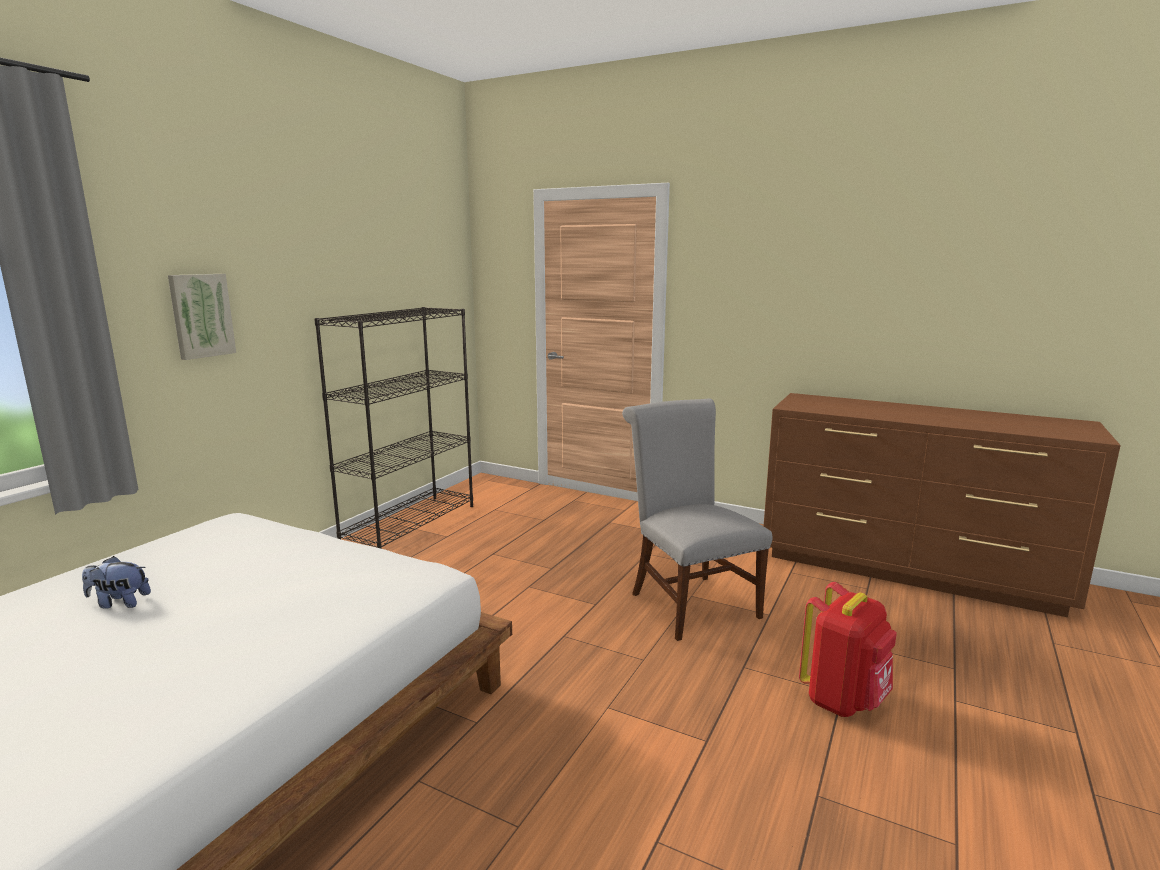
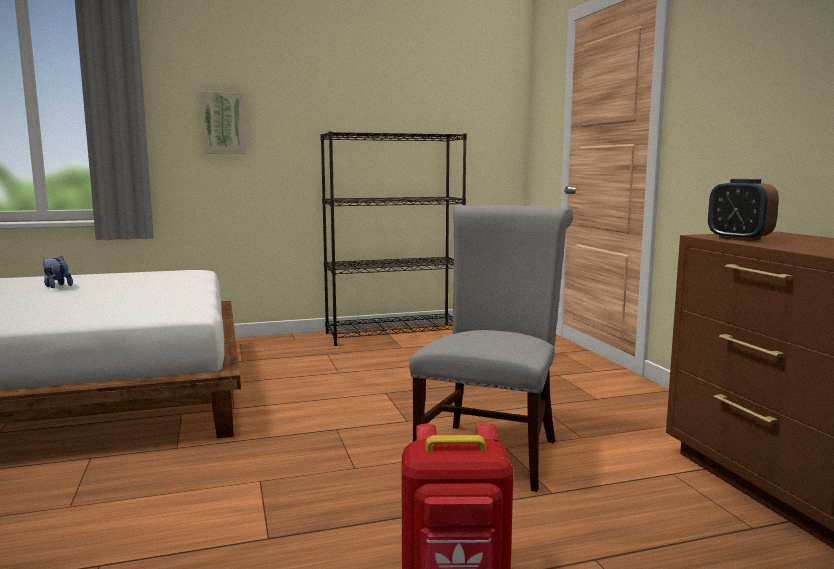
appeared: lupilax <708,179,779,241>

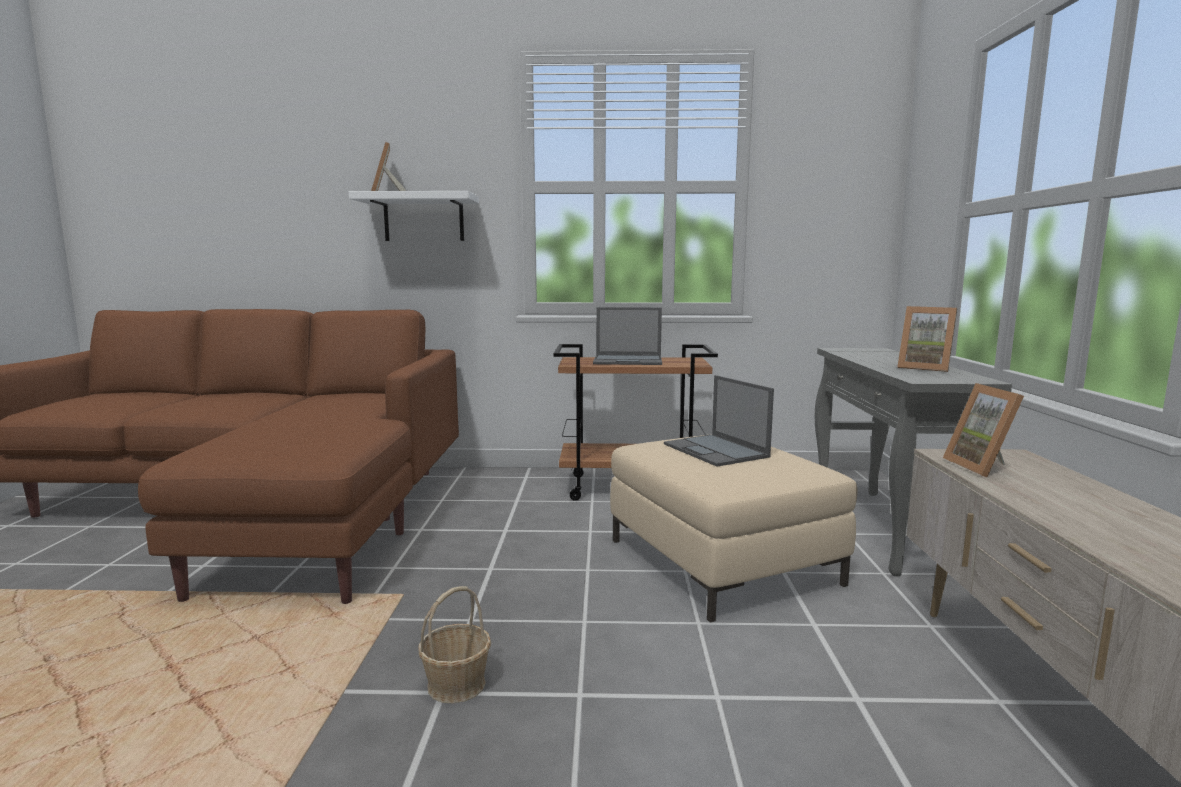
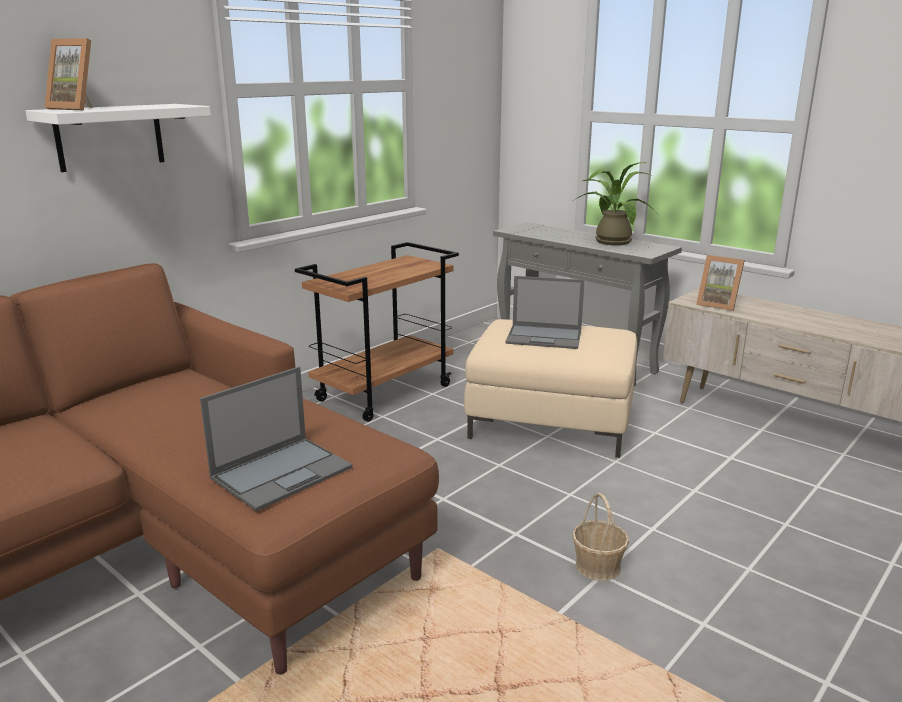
relocated: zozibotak <593,307,662,365> to <200,367,353,511>
exchanged: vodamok <897,306,957,372> to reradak <574,162,657,245>

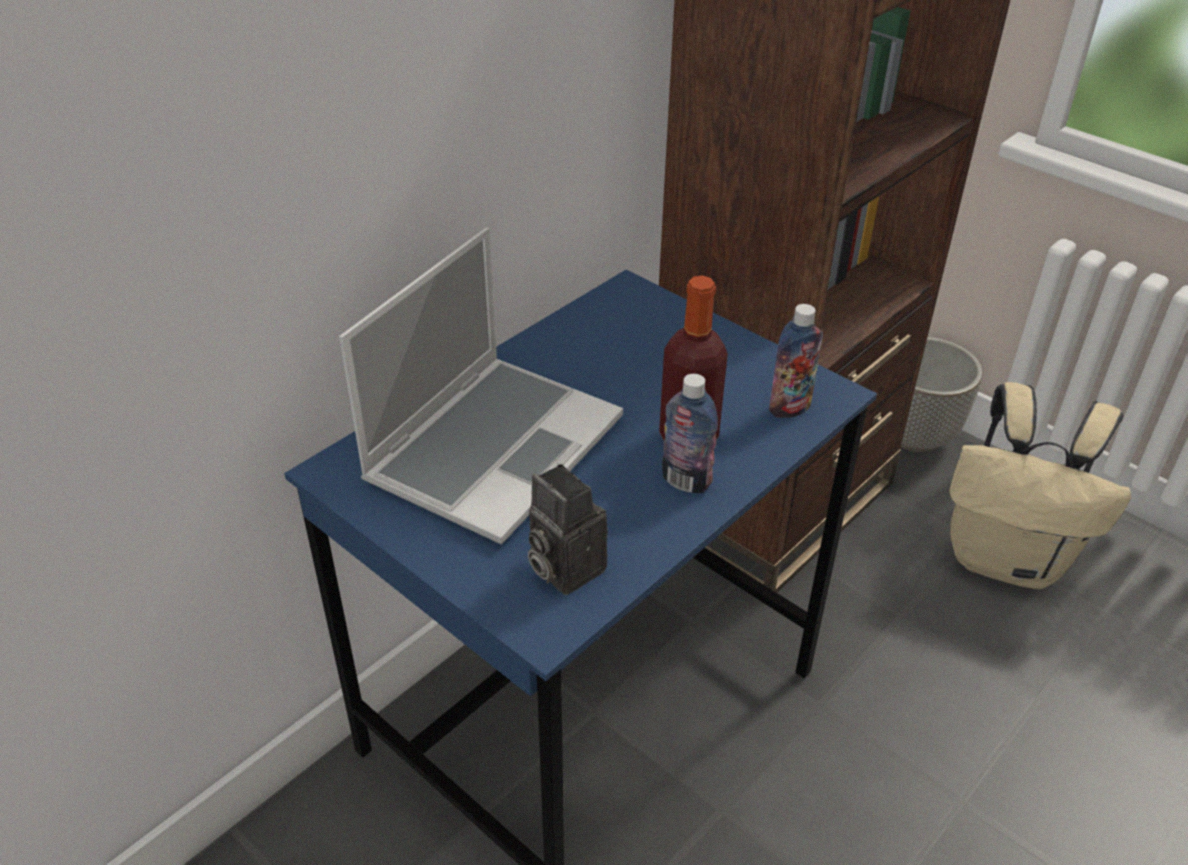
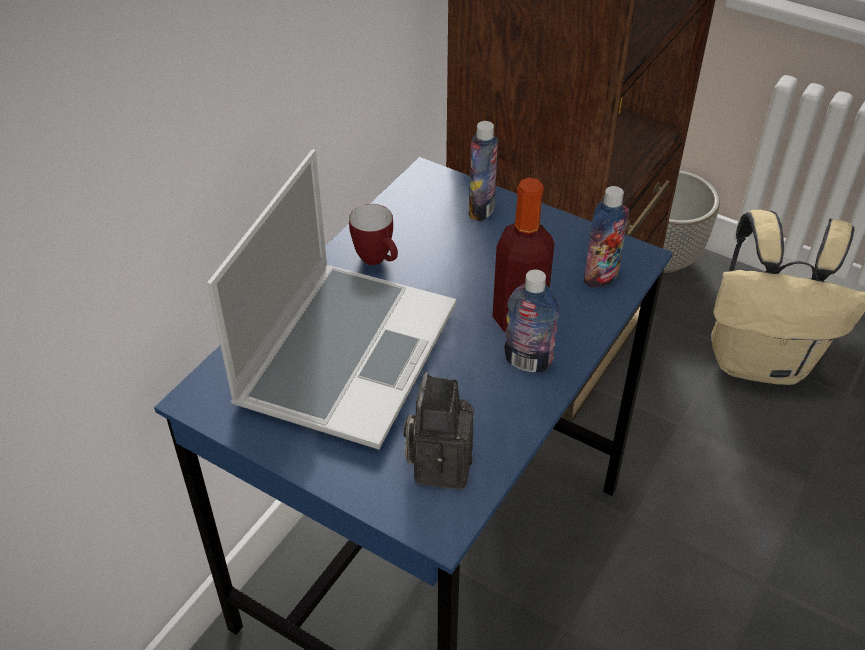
appeared: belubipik <349,204,398,265>; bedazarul <469,121,498,221>
spun: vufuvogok <528,464,608,595> = <403,372,474,490> 60 degrees clockwise

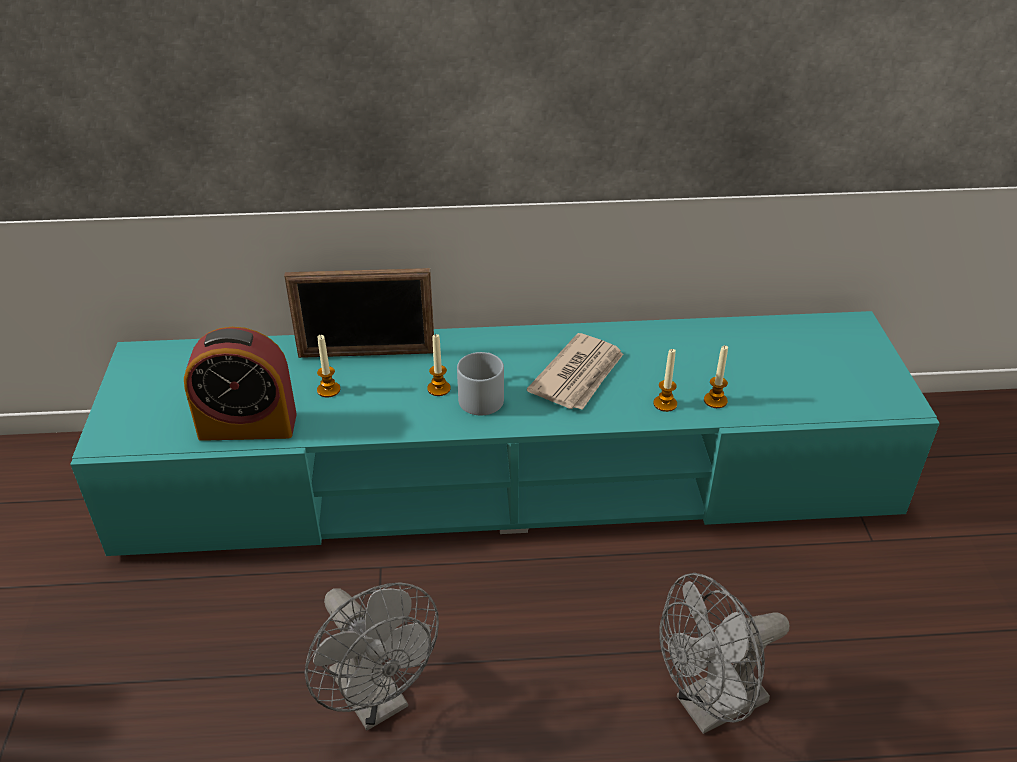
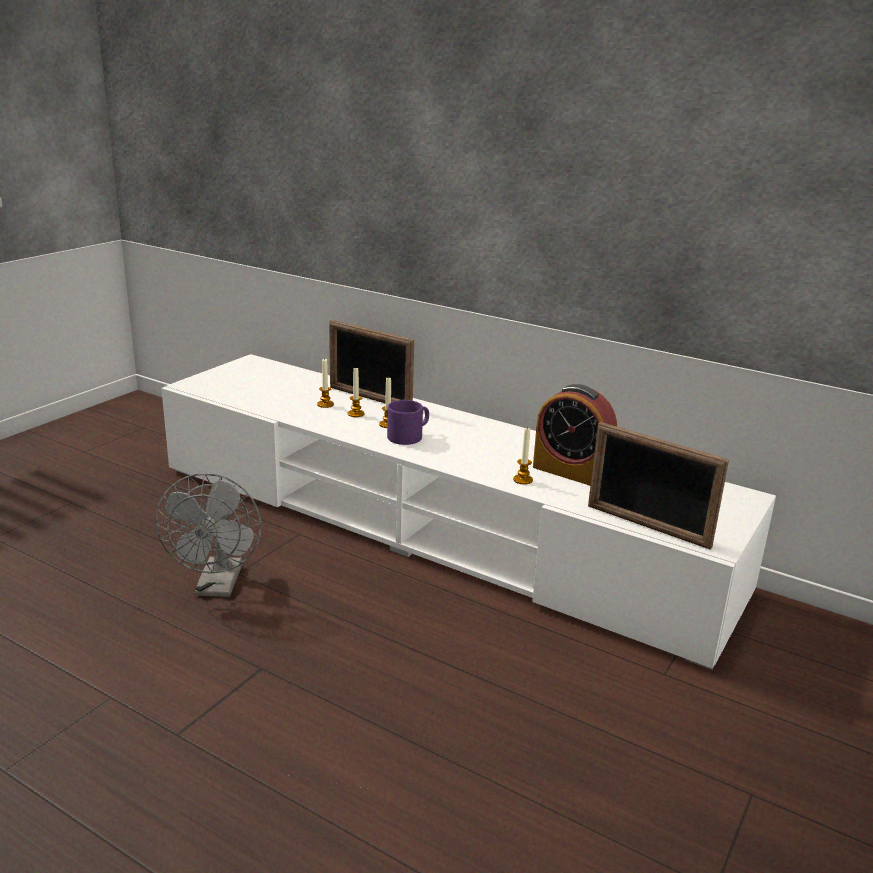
missing: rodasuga <527,333,624,410>; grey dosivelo <659,573,789,734>
appeared: vodamok <588,422,729,549>
relocated: lupilax <184,327,297,441> to <533,384,617,486>; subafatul <704,346,728,408> to <348,368,365,417>
colour: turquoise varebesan <70,311,940,556> to white varebesan <161,354,776,670>; grey belubipik <457,352,504,415> to purple belubipik <387,400,429,445>

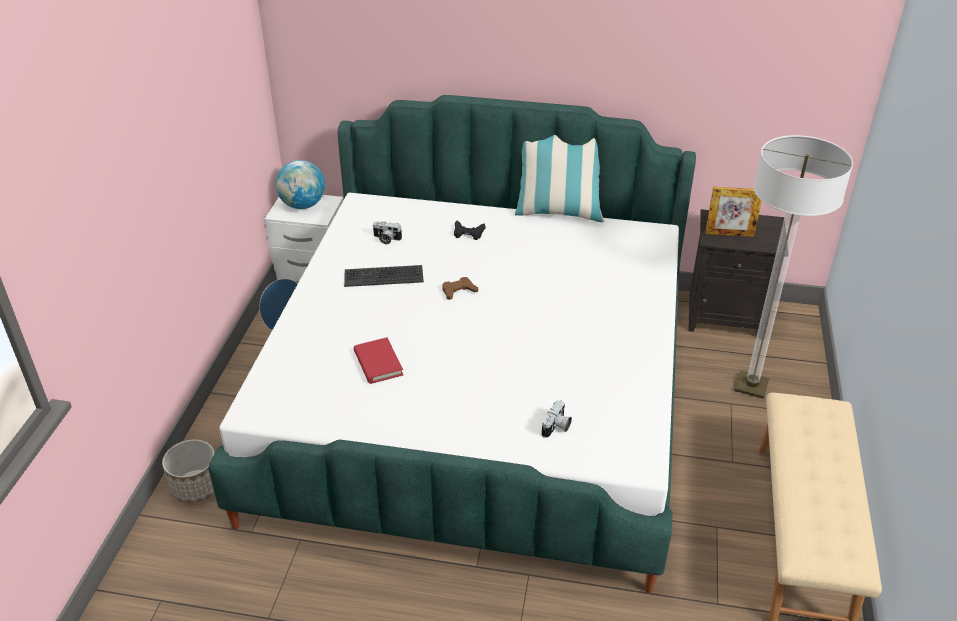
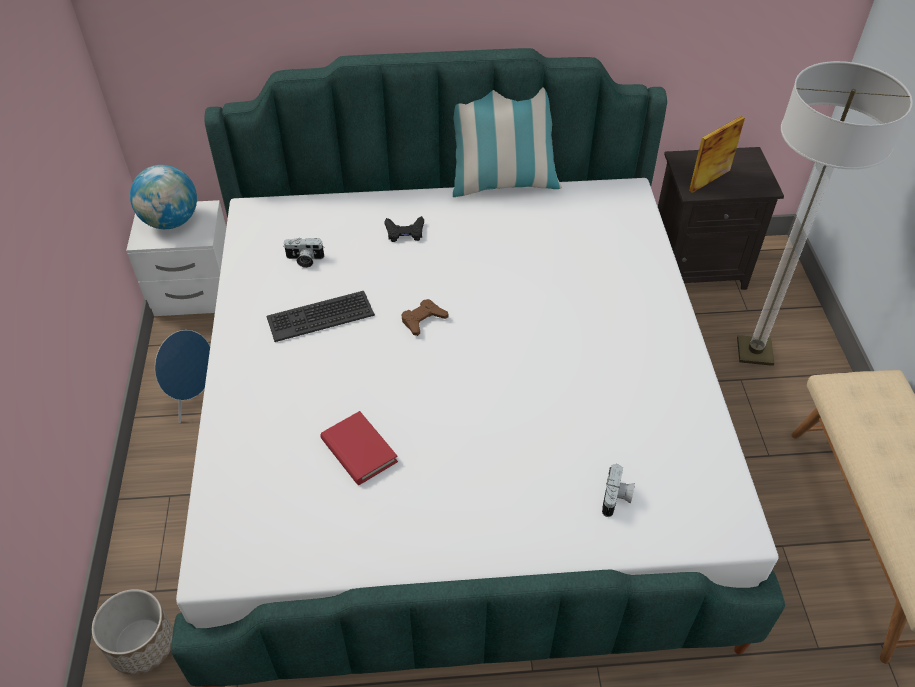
spun: vodamok <705,187,762,237> = <689,116,745,193> 150 degrees clockwise

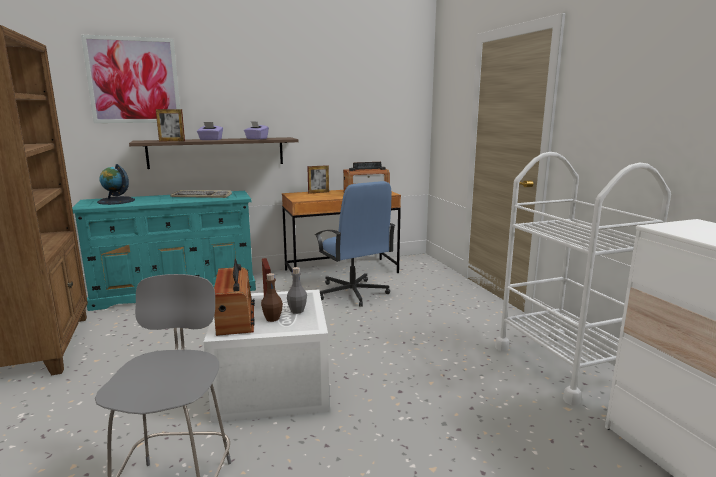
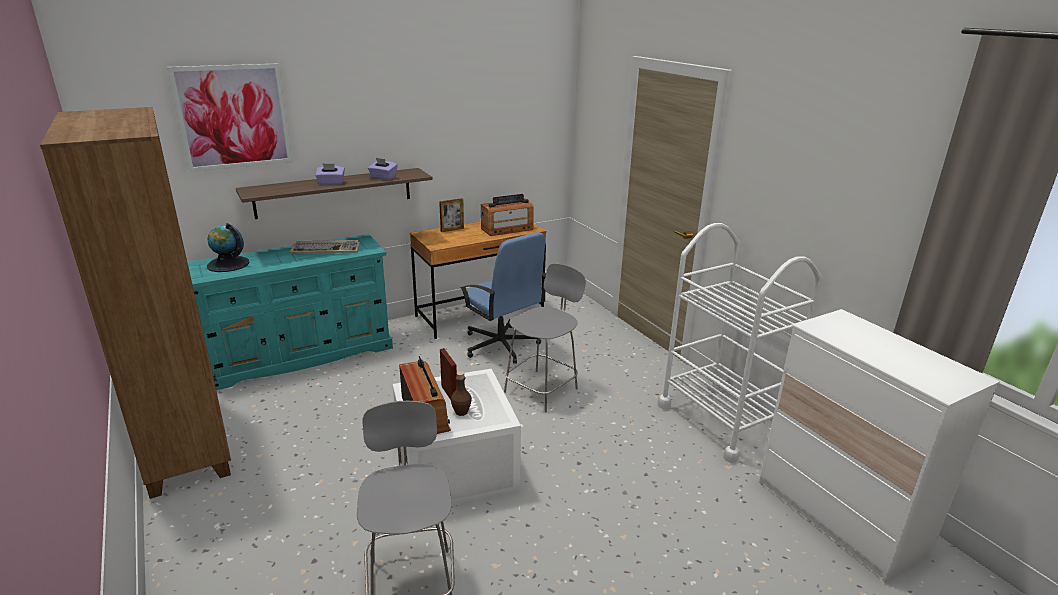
missing: vodamok <156,109,185,141>; grey bedazarul <287,267,307,314>
appeared: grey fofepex <504,263,586,412>

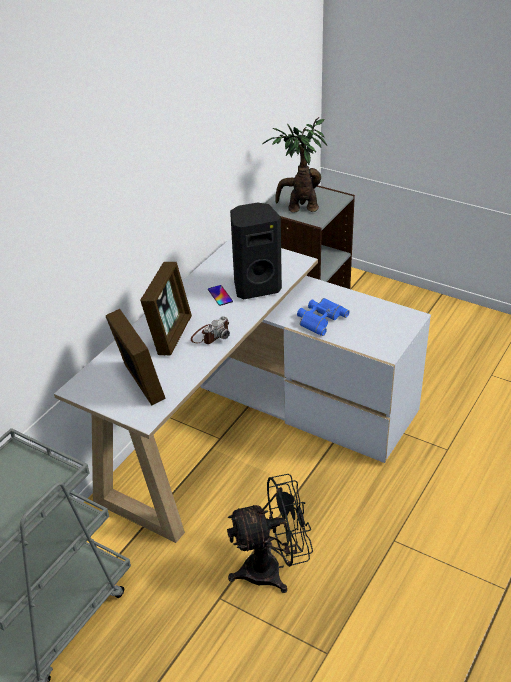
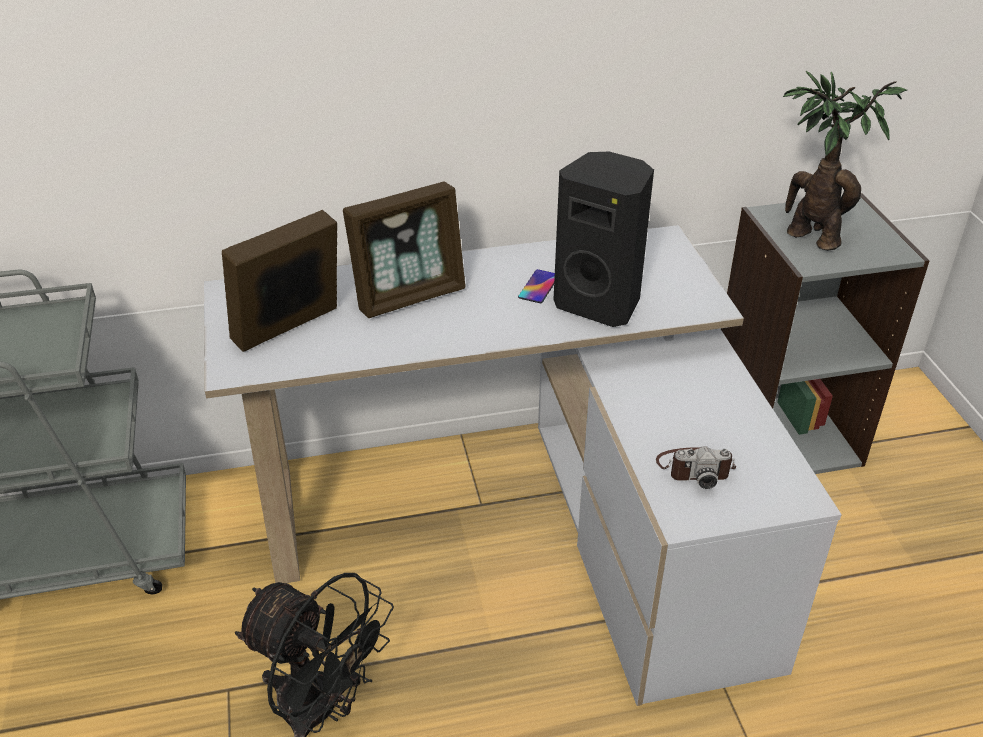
missing: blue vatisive <297,298,350,336>
relocated: vufuvogok <191,316,230,344> to <656,446,736,489>
spun: vodamok <106,309,166,405> = <222,210,337,352> 150 degrees counterclockwise

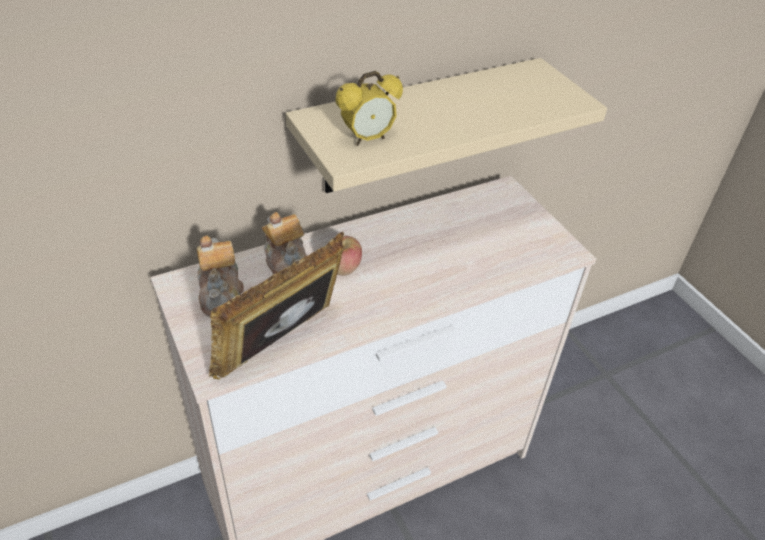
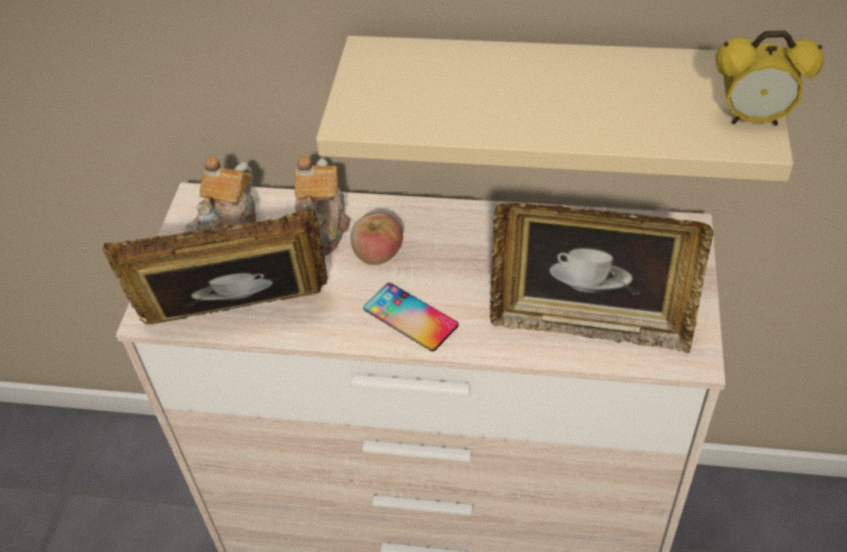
appeared: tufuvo <363,283,459,351>; vodamok <490,203,713,353>
relocated: lupilax <336,71,403,146> to <716,30,824,126>

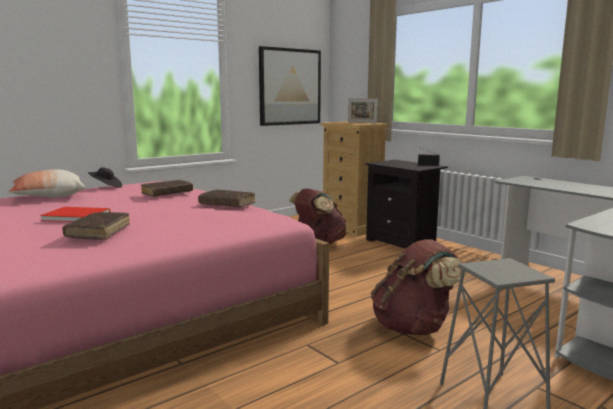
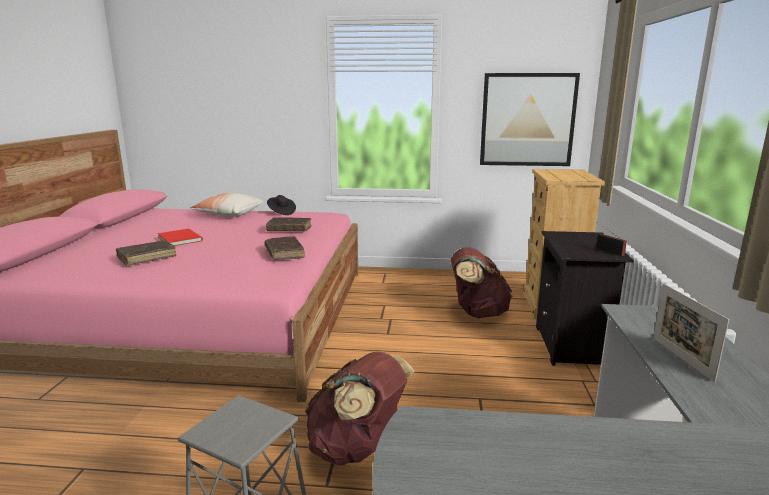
relocated: vodamok <348,98,378,124> to <653,283,729,382>

